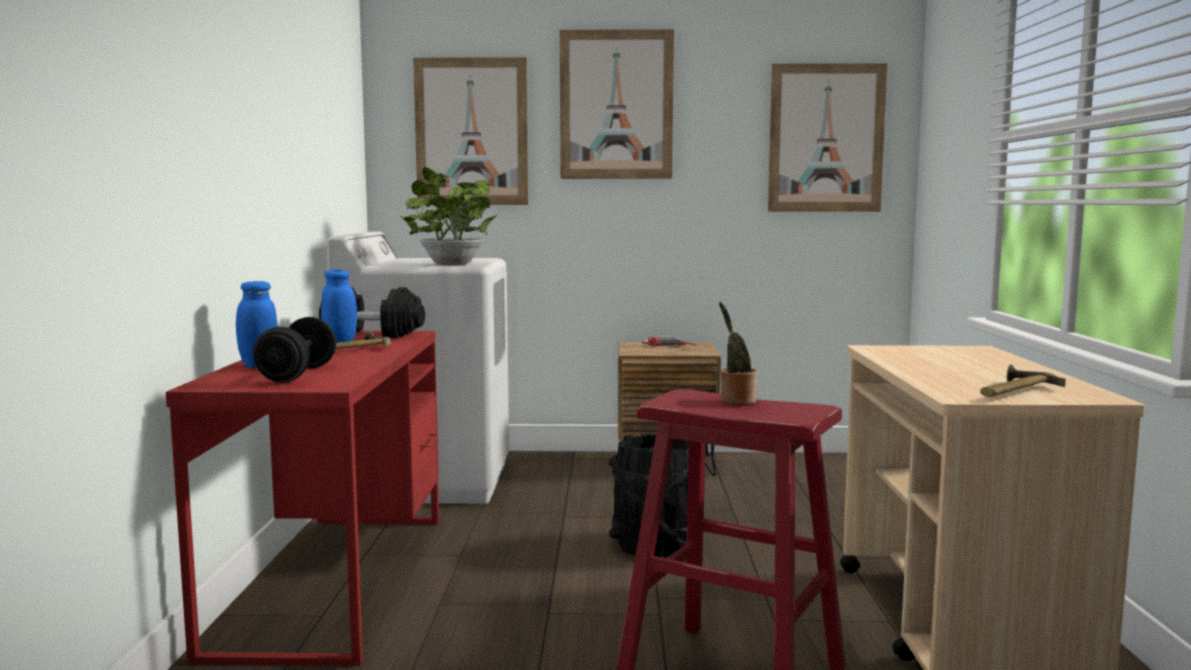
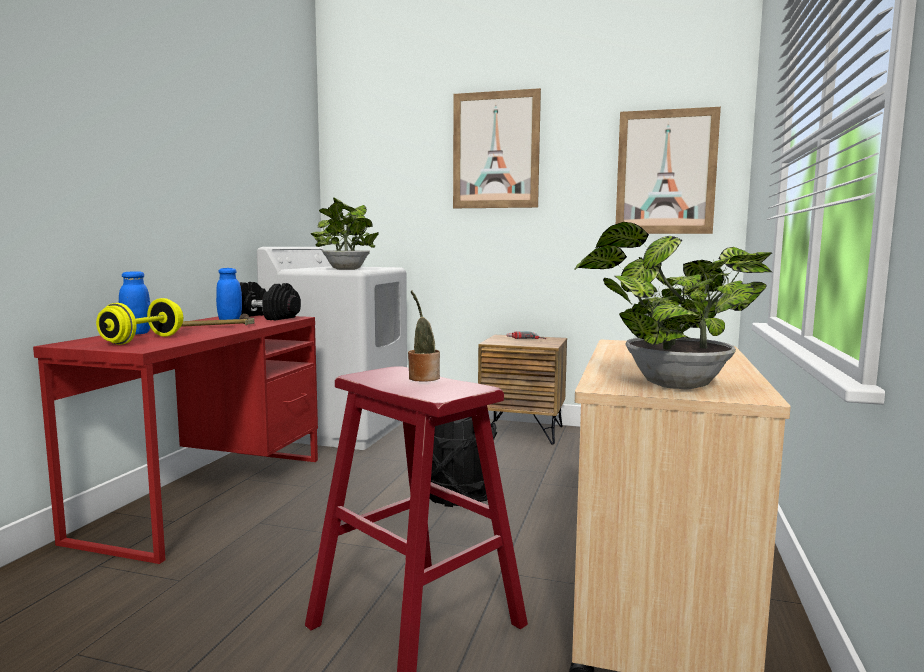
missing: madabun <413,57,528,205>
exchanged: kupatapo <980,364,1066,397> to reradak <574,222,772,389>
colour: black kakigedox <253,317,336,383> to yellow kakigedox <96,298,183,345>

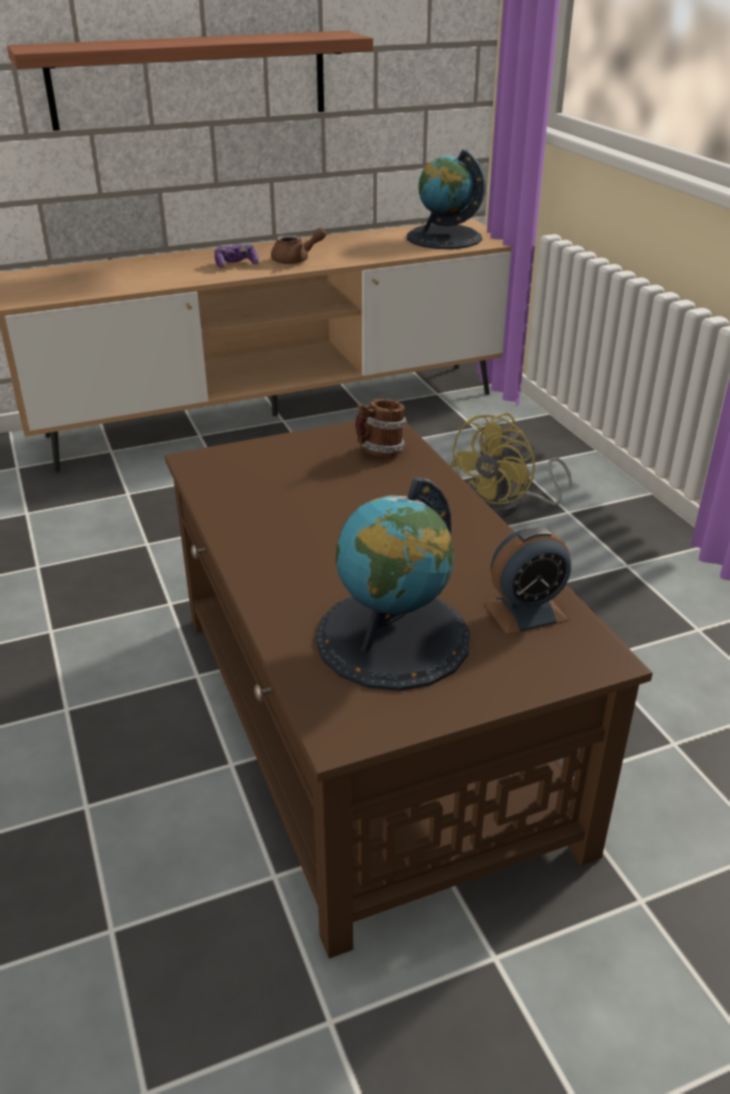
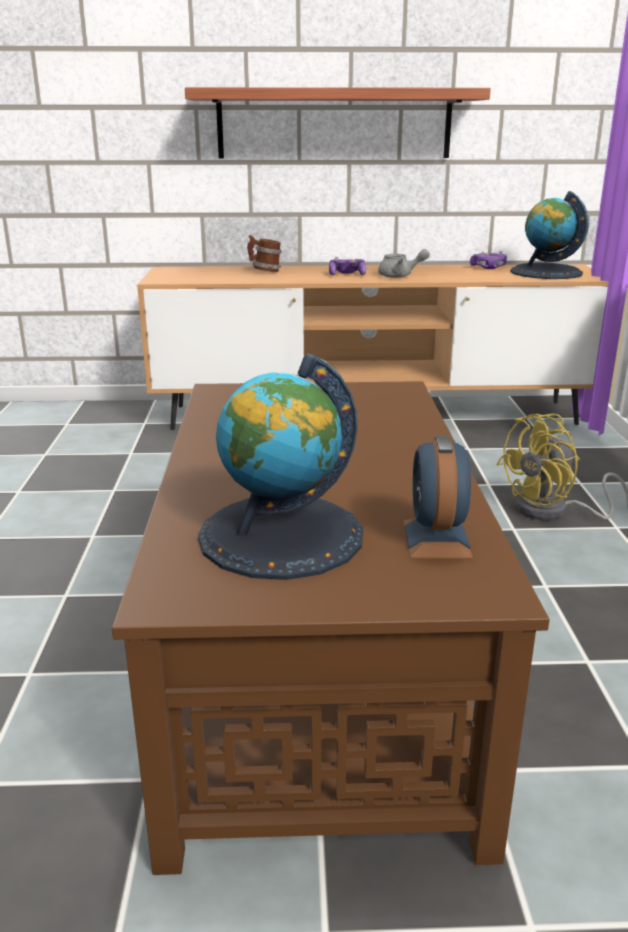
appeared: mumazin <470,251,507,269>
relocated: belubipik <355,399,407,457> to <247,235,282,272>
colour: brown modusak <271,227,327,264> to grey modusak <378,249,430,278>
spun: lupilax <483,527,571,635> = <403,436,473,559> 90 degrees clockwise

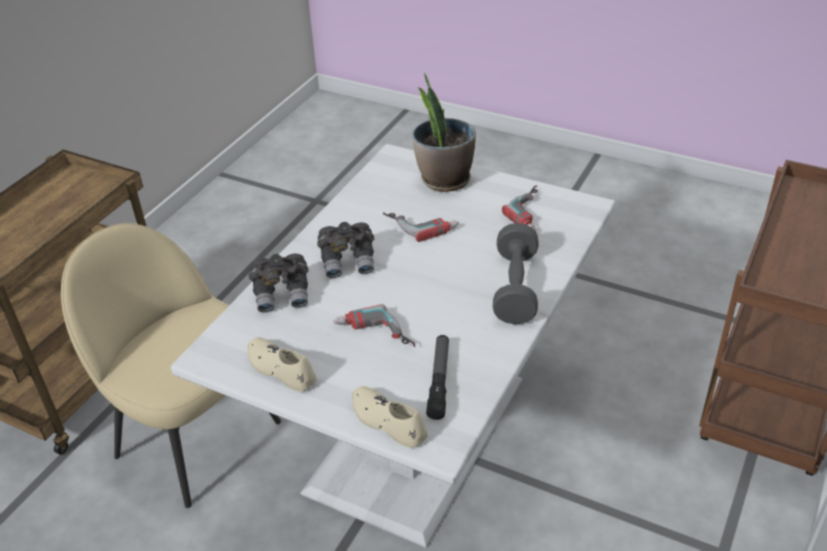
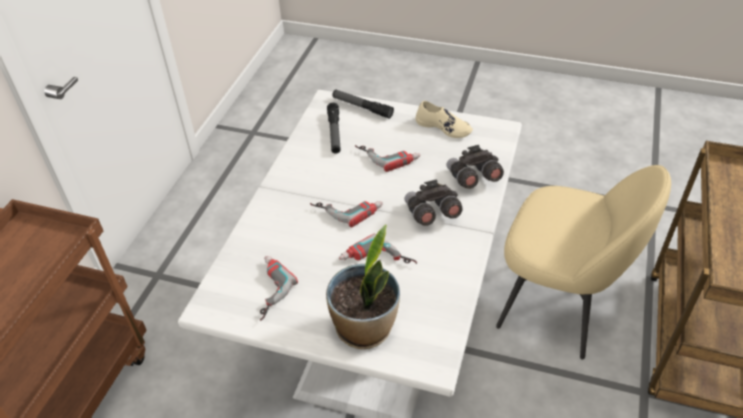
missing: grey kakigedox <493,223,538,324>
appeared: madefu <310,201,383,227>
exchanged: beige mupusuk <352,386,428,448> to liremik <332,90,394,119>

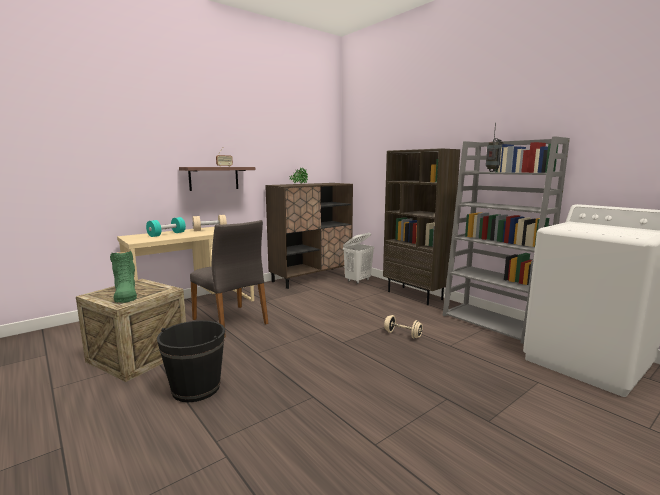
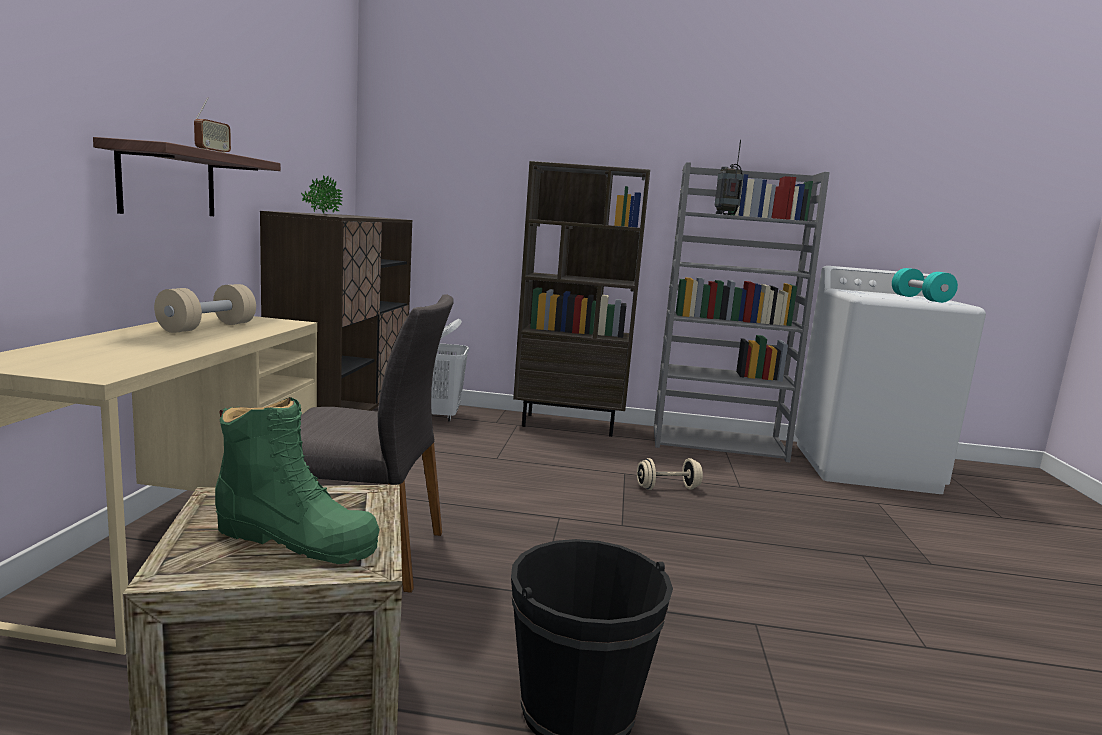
relocated: turquoise kakigedox <146,217,186,237> to <892,268,958,303>

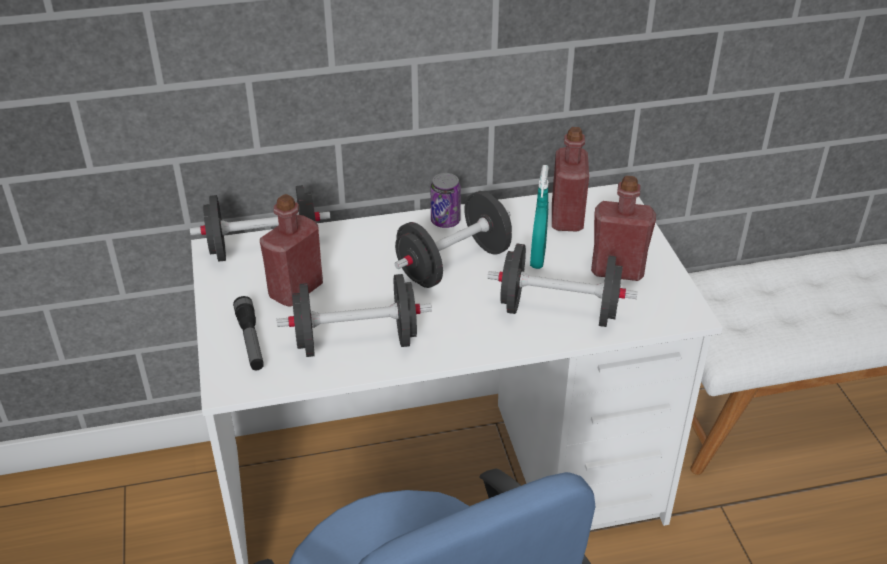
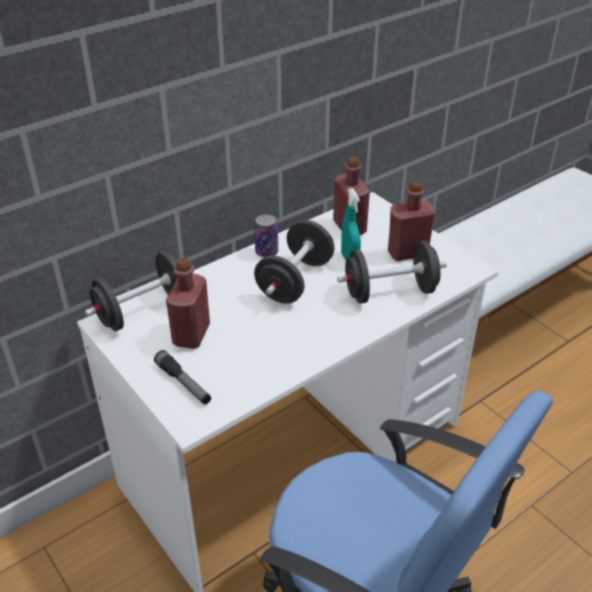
missing: black kakigedox <277,274,432,357>

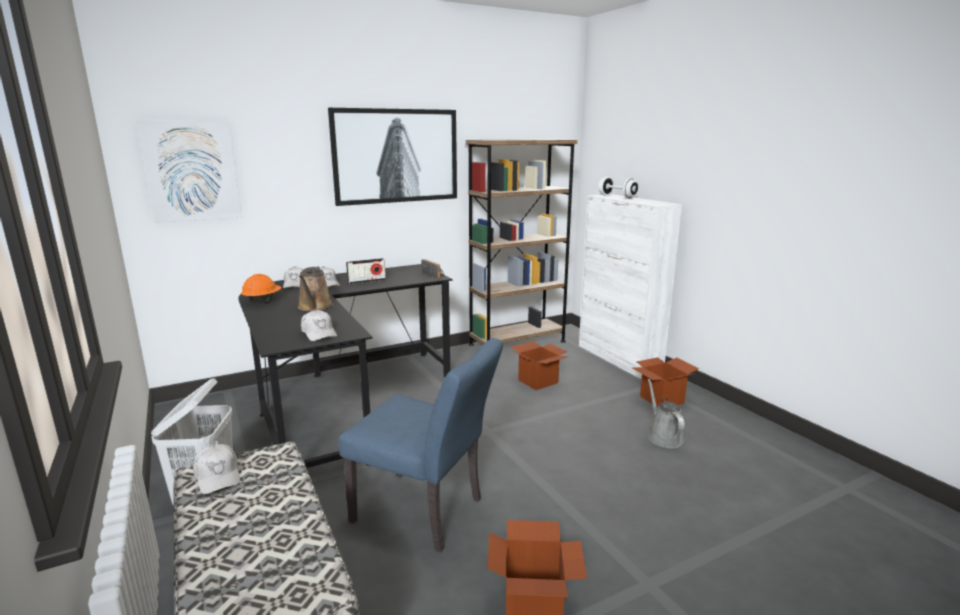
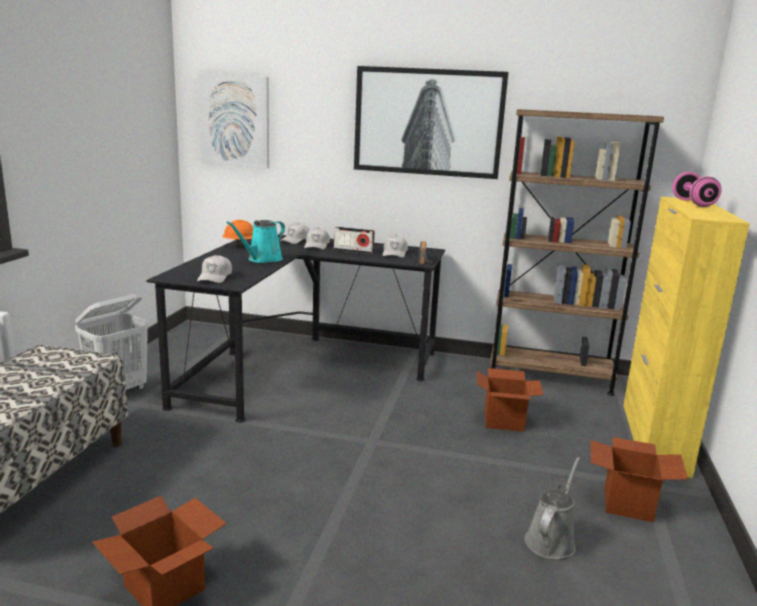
missing: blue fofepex <339,338,503,553>
relocated: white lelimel <193,444,240,494> to <383,235,408,258>
colour: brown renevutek <298,266,333,311> to turquoise renevutek <226,220,285,263>; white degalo <579,194,682,379> to yellow degalo <623,197,750,478>; white kakigedox <598,176,639,198> to pink kakigedox <672,172,722,207>

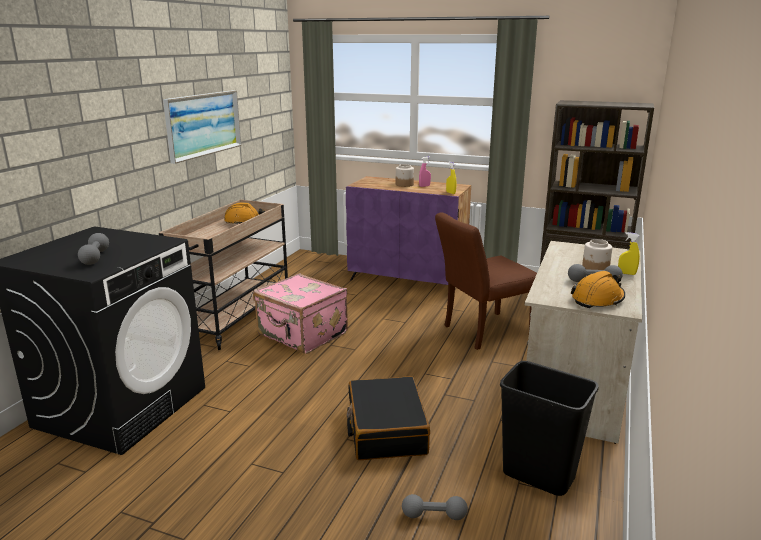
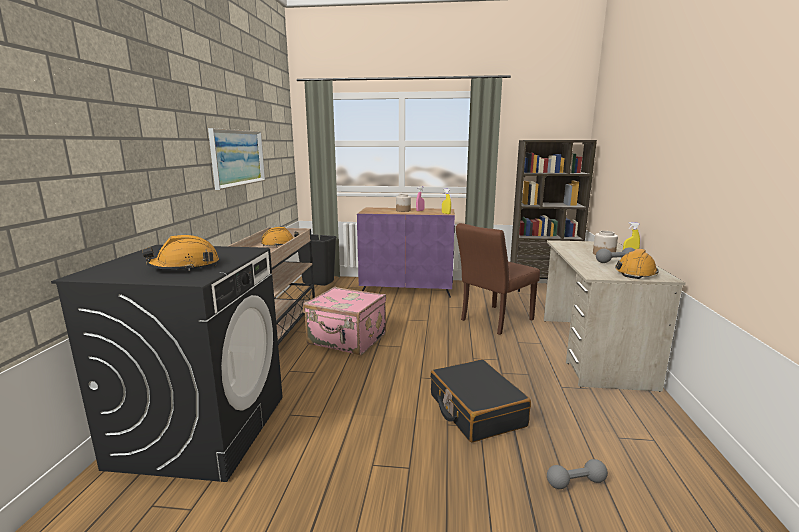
relocated: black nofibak <500,361,599,496> to <298,234,337,286>
exchanged: grey kakigedox <78,233,109,265> to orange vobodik <142,235,219,271>

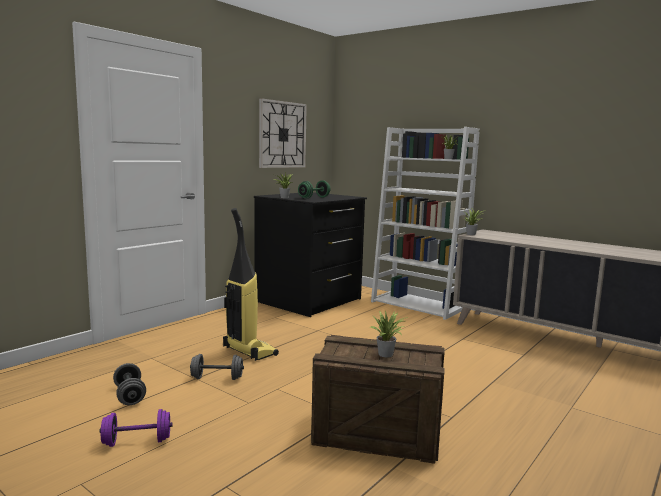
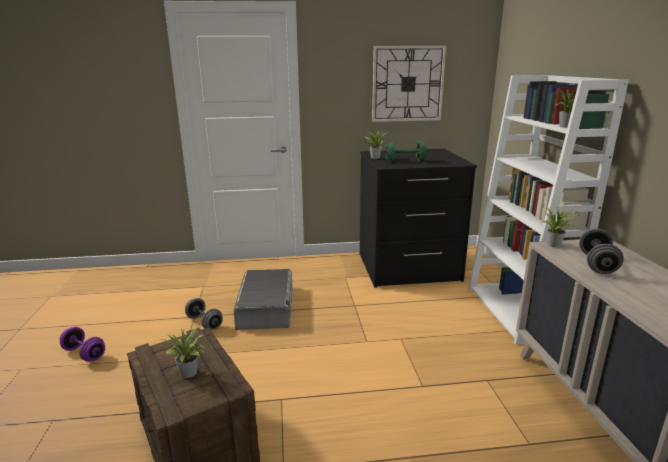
relocated: grey kakigedox <113,363,146,405> to <579,229,624,274>
exchanged: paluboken <223,208,279,361> to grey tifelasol <233,269,293,330>

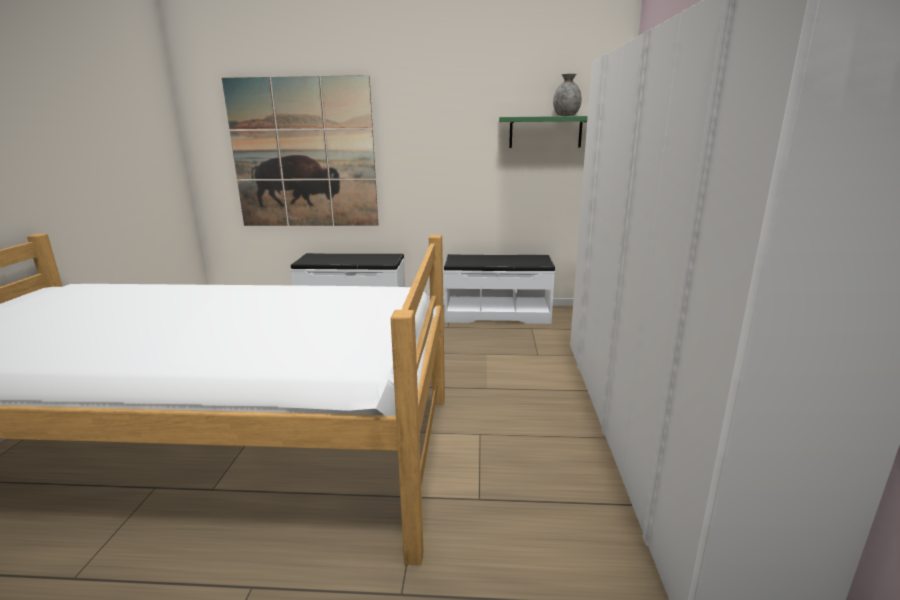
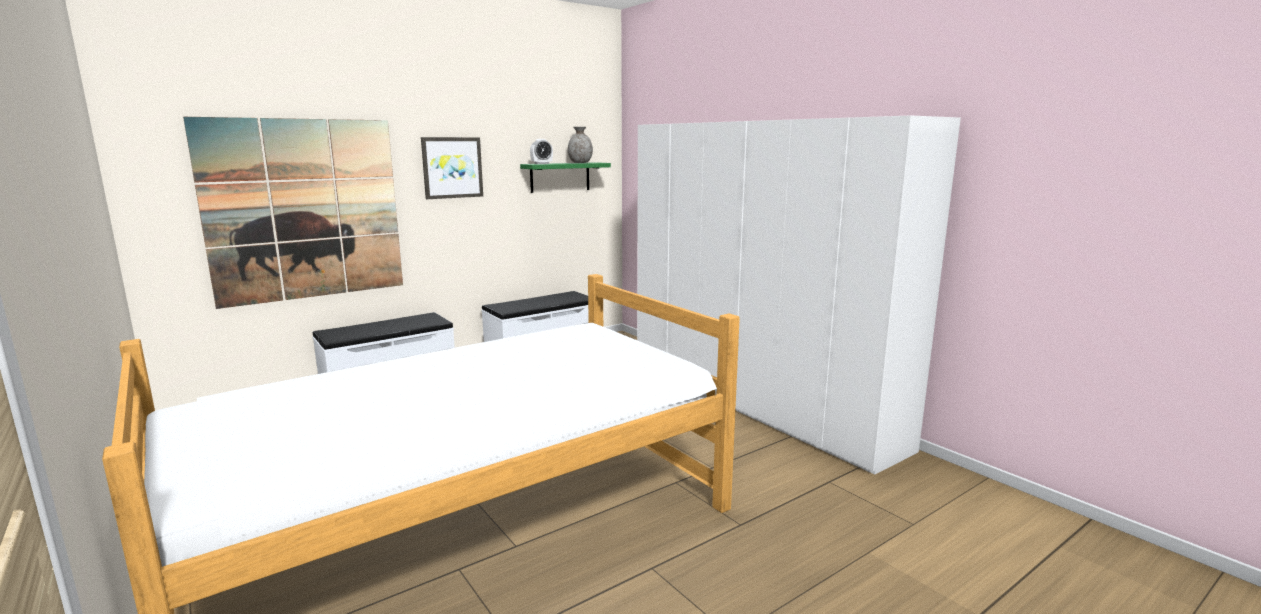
appeared: madabun <421,137,483,199>; lupilax <530,139,553,164>

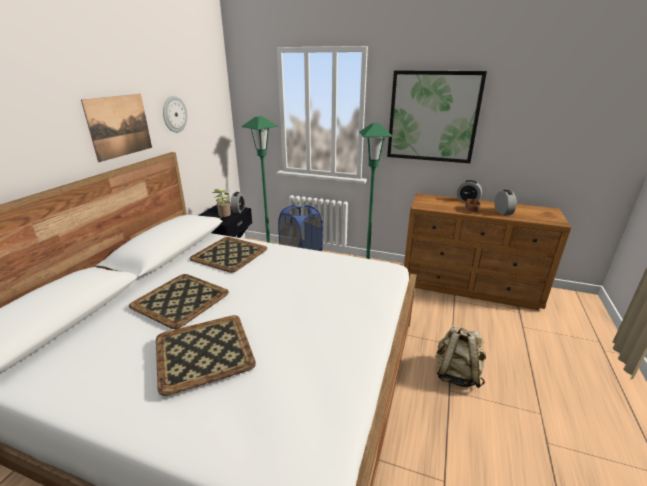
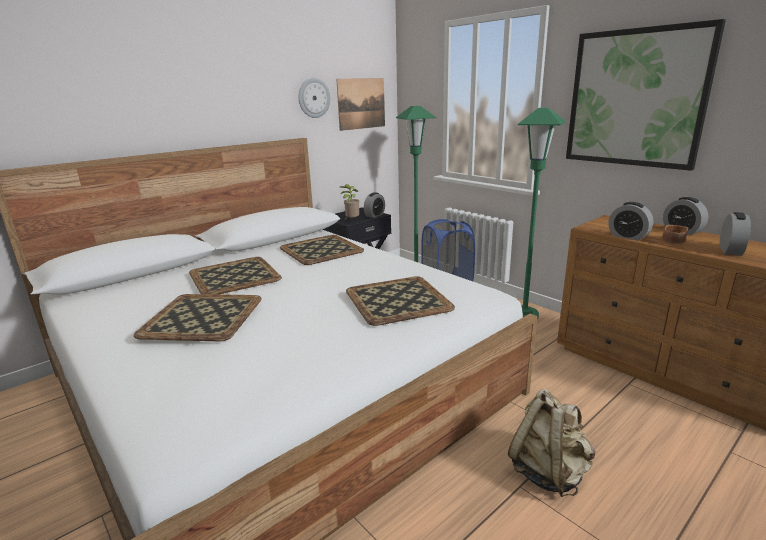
appeared: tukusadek <346,276,455,326>; lupilax <608,202,653,241>
relocated: madabun <81,94,152,162> to <336,78,385,131>

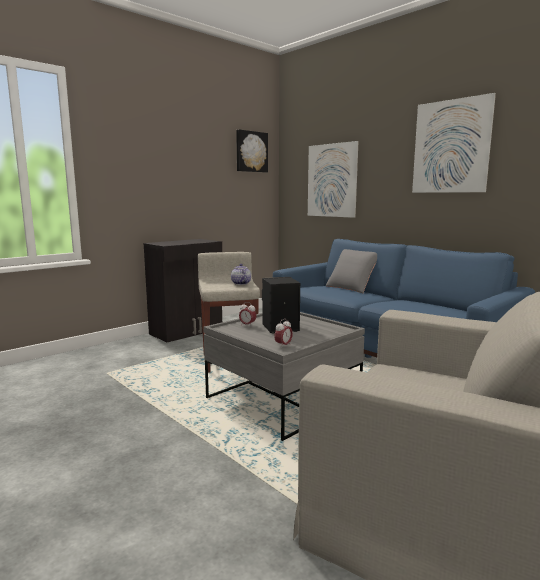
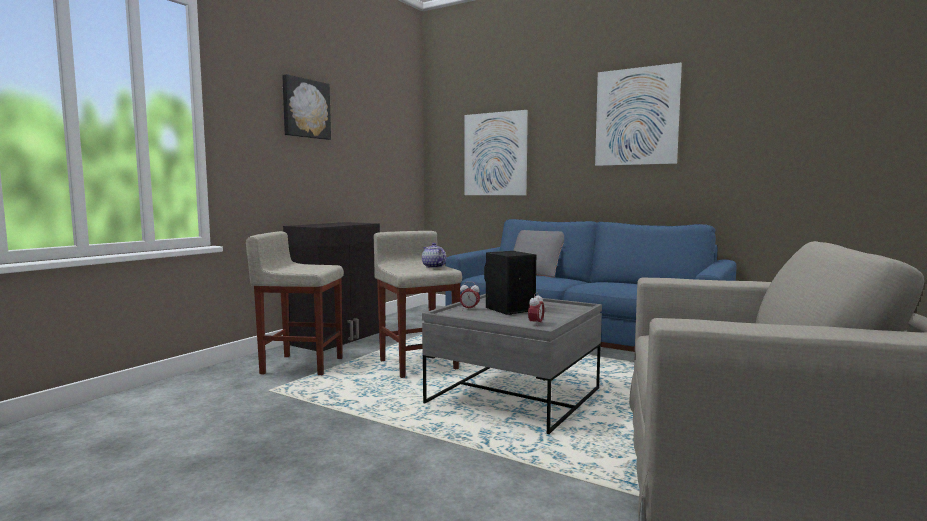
appeared: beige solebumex <246,231,344,375>
relocated: madabun <236,129,268,173> to <282,74,331,140>

